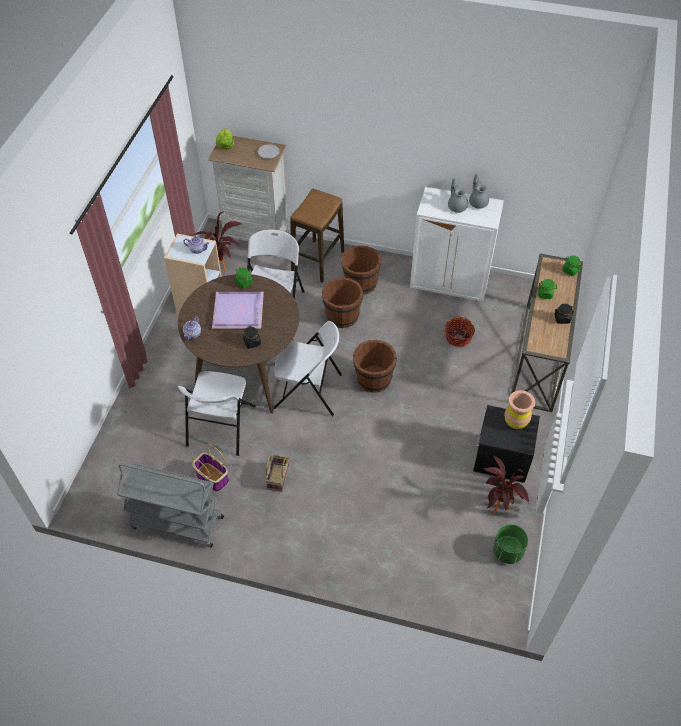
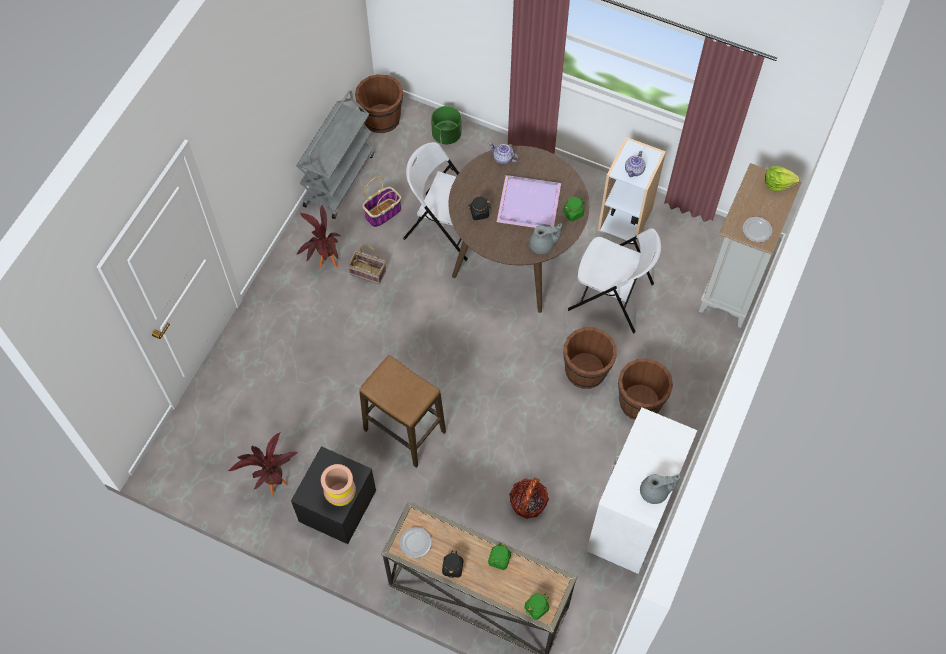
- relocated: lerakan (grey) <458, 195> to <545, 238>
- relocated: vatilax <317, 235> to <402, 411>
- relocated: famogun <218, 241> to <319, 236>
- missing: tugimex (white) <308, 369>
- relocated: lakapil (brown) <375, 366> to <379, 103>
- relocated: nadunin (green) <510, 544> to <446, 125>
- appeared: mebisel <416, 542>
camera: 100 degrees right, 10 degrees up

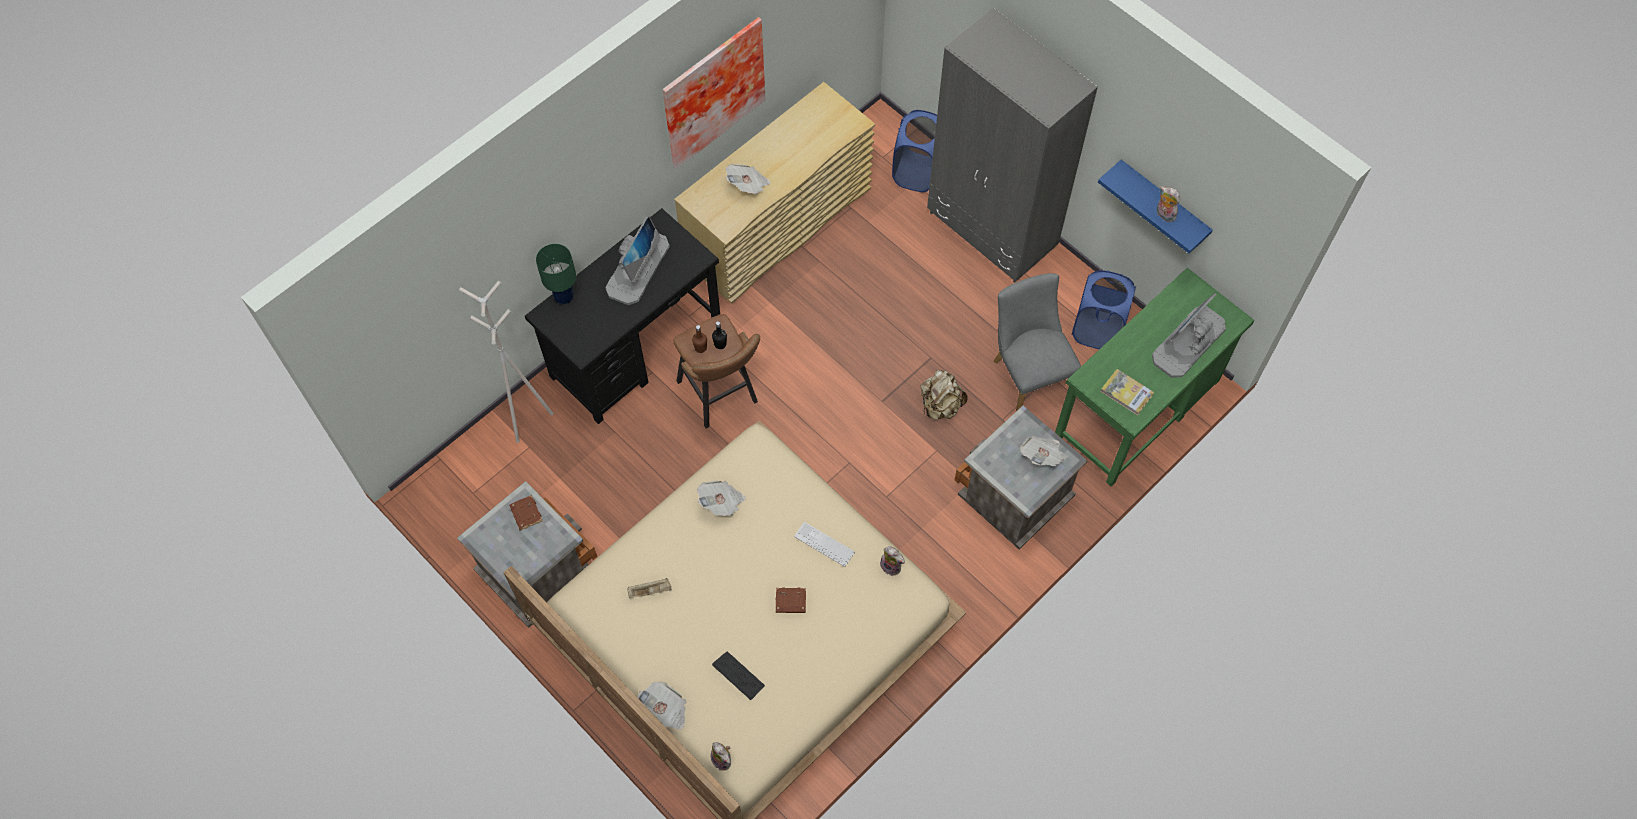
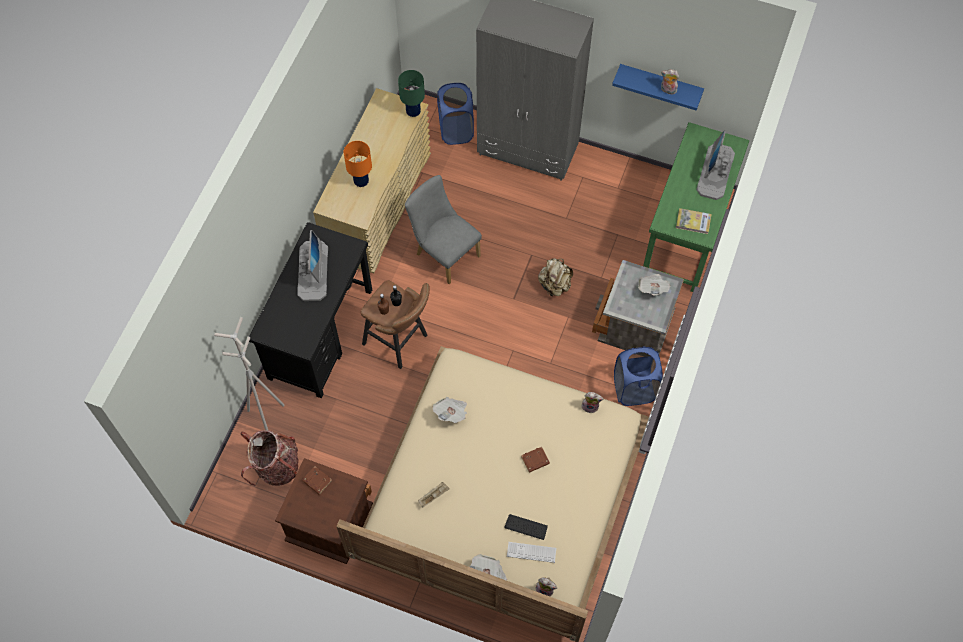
- missing: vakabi <714, 93>
- exchanged: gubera <748, 179> to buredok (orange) <358, 164>
- relocated: buredok (green) <556, 274> to <411, 93>
- relocated: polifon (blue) <1104, 309> to <638, 376>
- relocated: tugimex (grey) <1037, 342> to <443, 229>
- colour: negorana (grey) <527, 554> to negorana (brown) <324, 511>
- relocated: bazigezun <824, 544> to <531, 552>
- appeared: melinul <269, 458>
camera: 25 degrees left, 0 degrees up

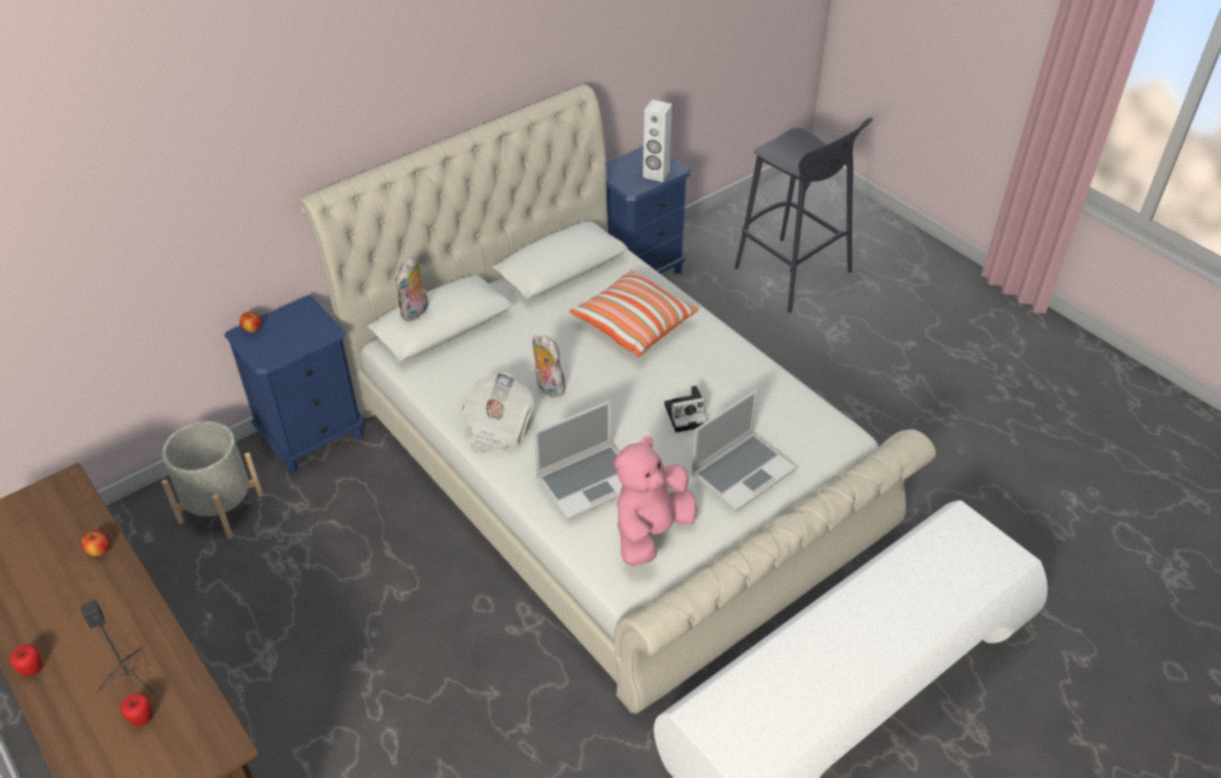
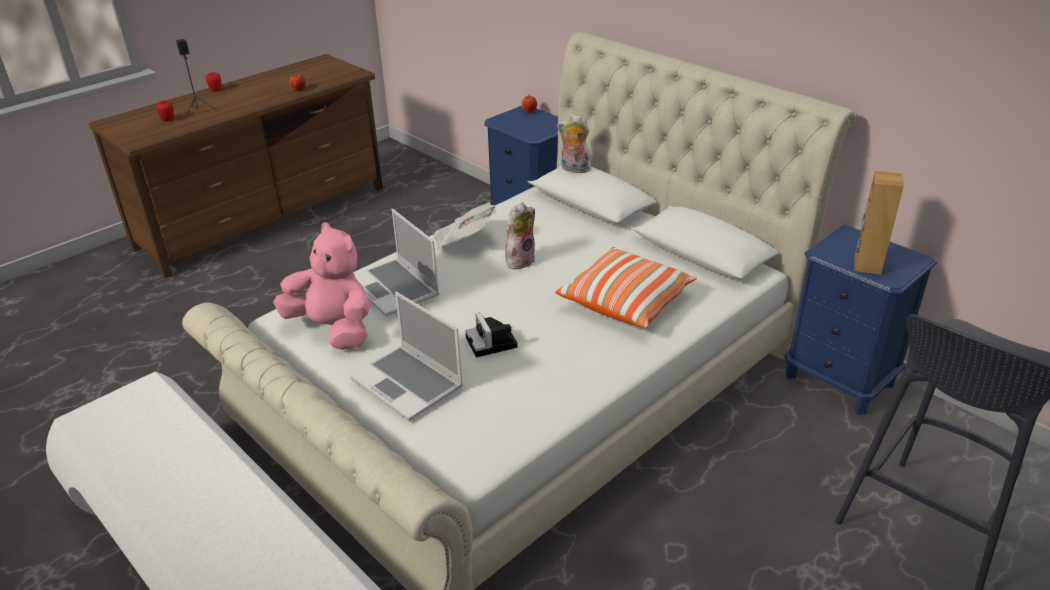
- colour: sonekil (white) <657, 140> to sonekil (brown) <879, 223>
- missing: nadunin (grey) <212, 480>
camera: 85 degrees right, 10 degrees down

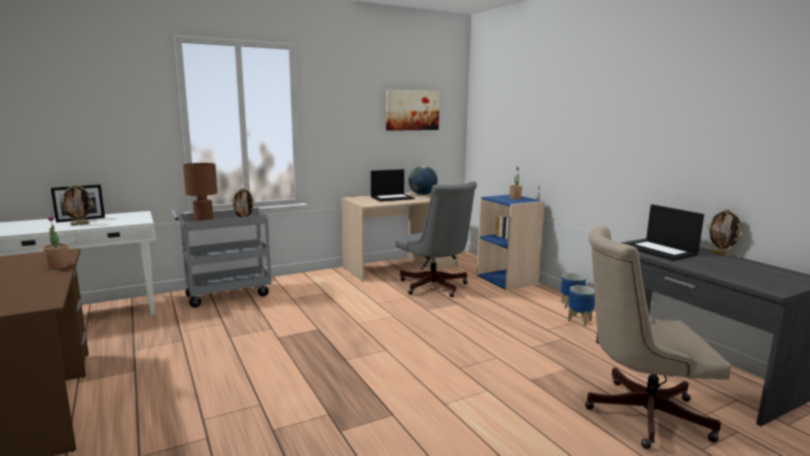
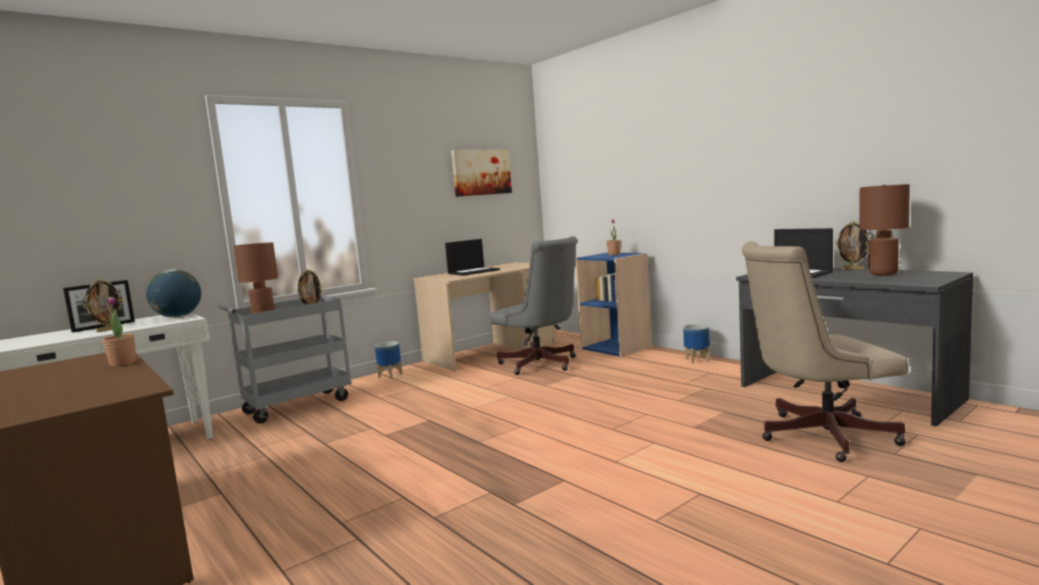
- relocated: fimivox <423, 180> to <173, 293>
- relocated: nadunin <581, 305> to <389, 360>
- appeared: buredok (brown) <884, 230>
camera: 10 degrees left, 5 degrees down

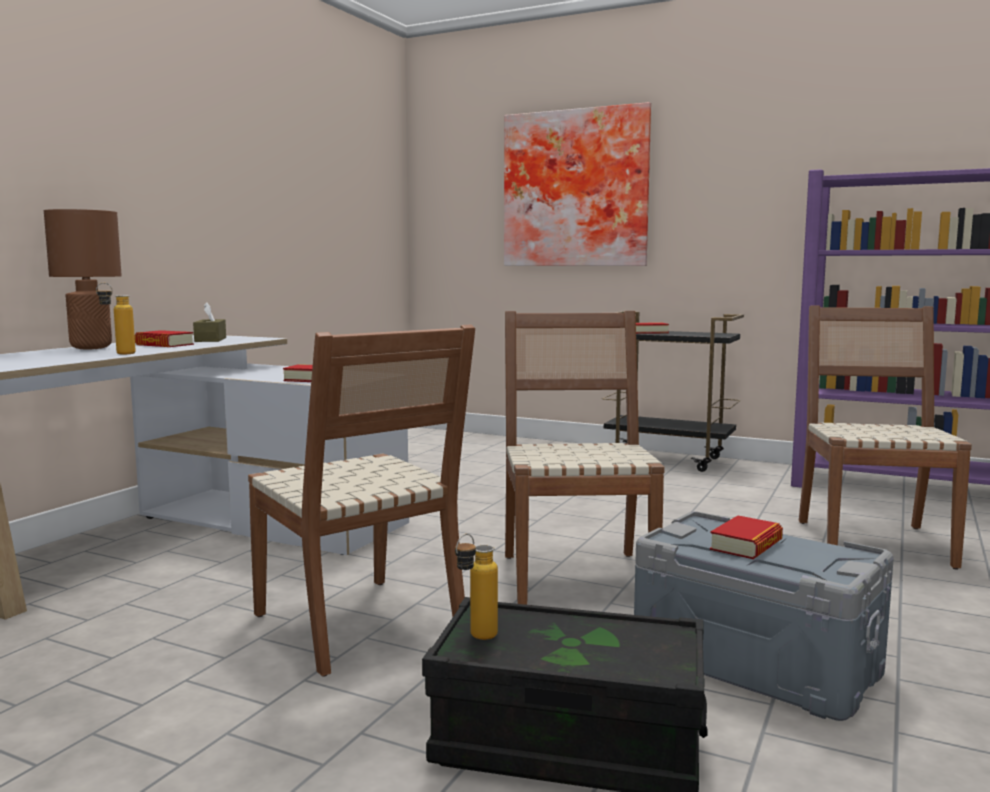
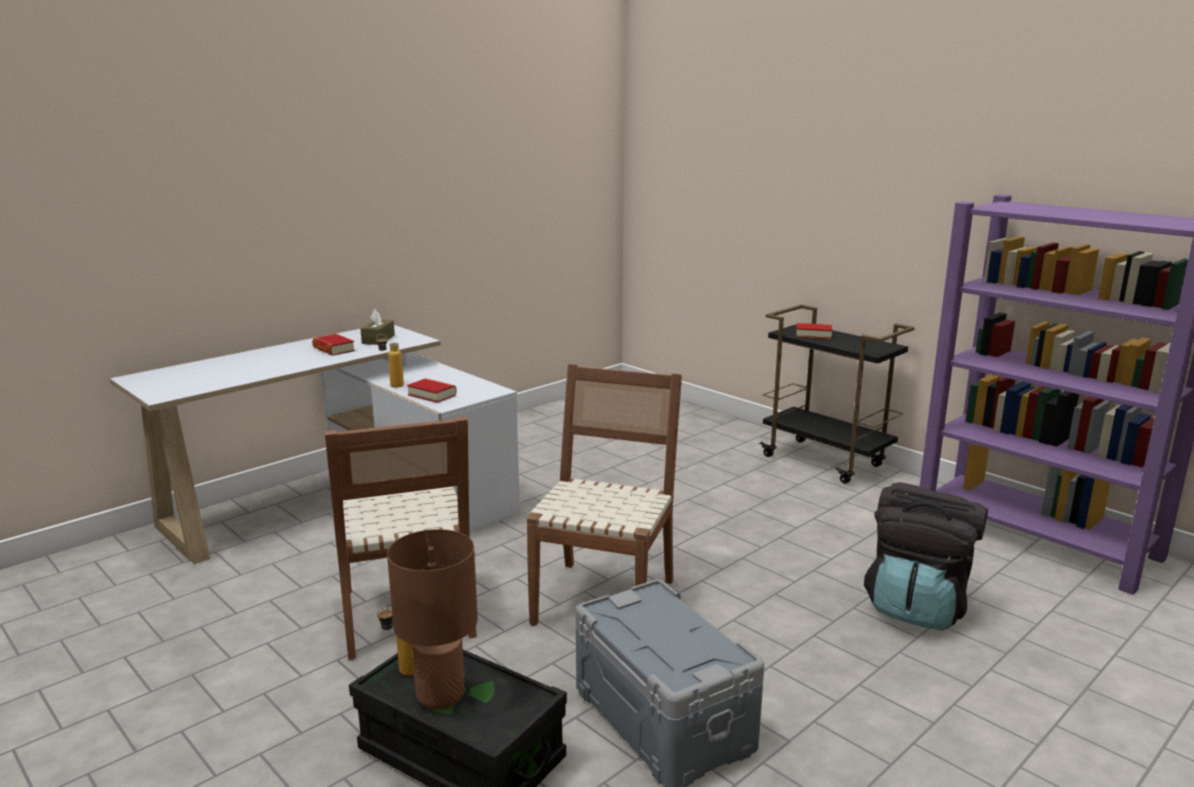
- missing: vakabi <577, 184>
- relocated: buredok (brown) <83, 279> to <432, 619>
- relocated: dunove <116, 319> to <390, 361>
- exchanged: tugimex <885, 438> to melinul (black) <926, 556>
- missing: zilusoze <746, 537>
camera: 20 degrees right, 10 degrees up

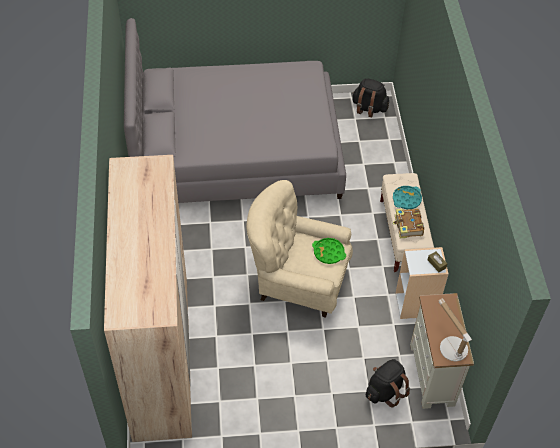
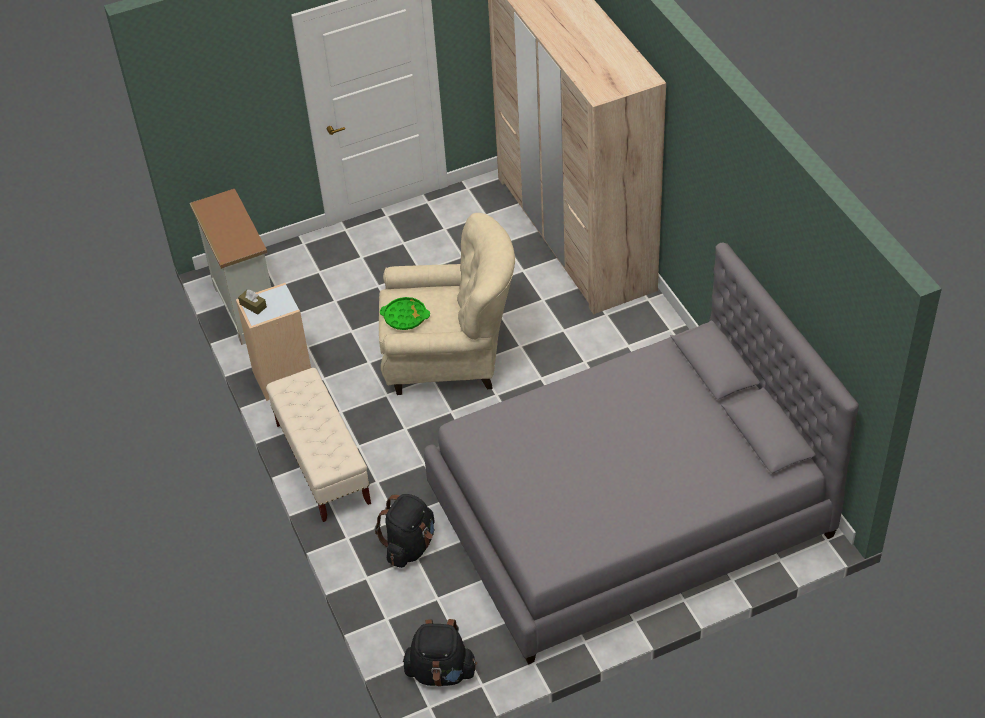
- missing: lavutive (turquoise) <407, 197>
- missing: zilusoze <408, 223>
- missing: buredok <455, 329>
- relocated: melinul (black) <388, 383> to <405, 531>
camera: 165 degrees right, 5 degrees down

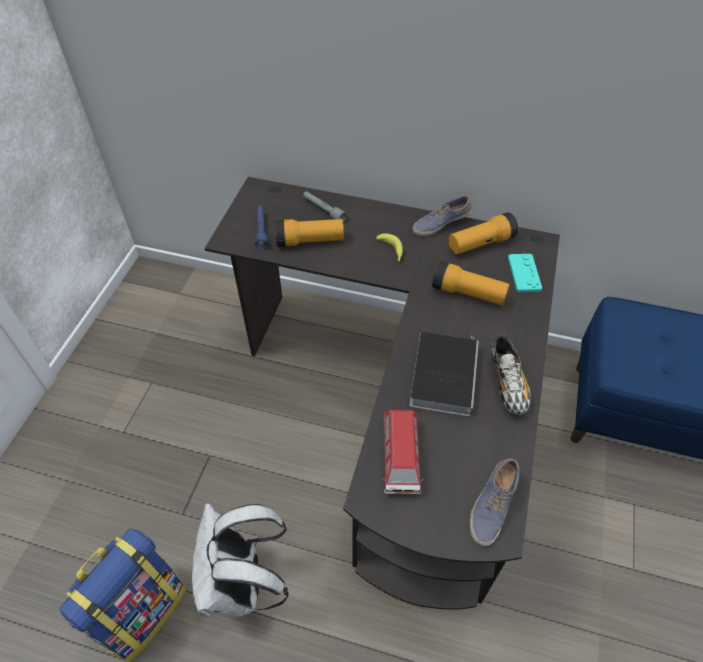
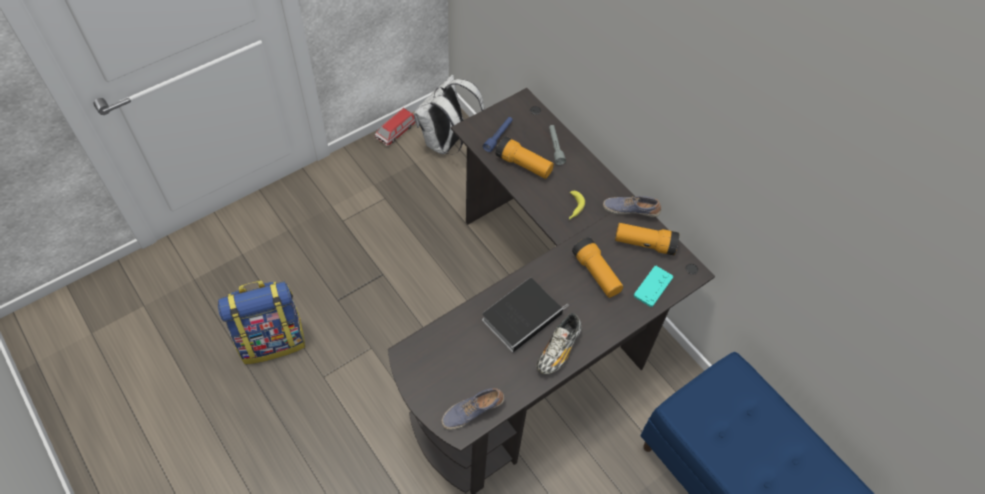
- relocated: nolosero <403, 452> to <395, 127>
- relocated: melinul (white) <240, 560> to <449, 114>
camera: 35 degrees right, 5 degrees up

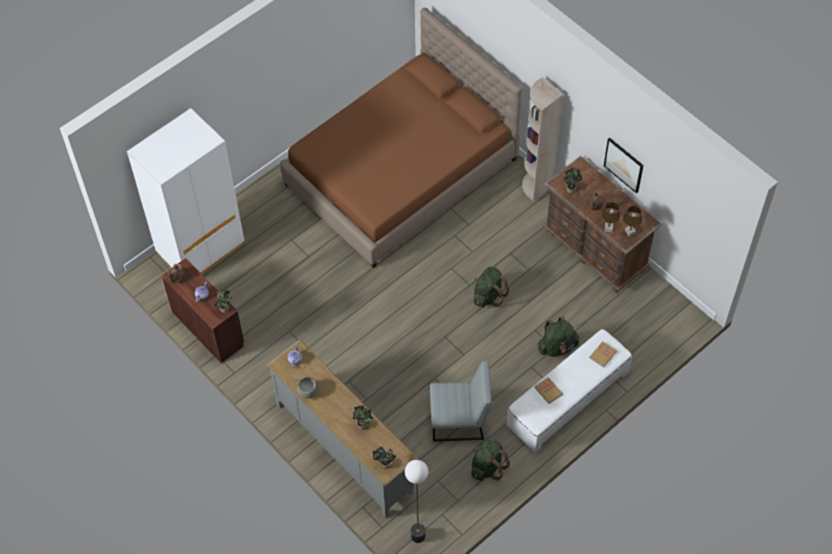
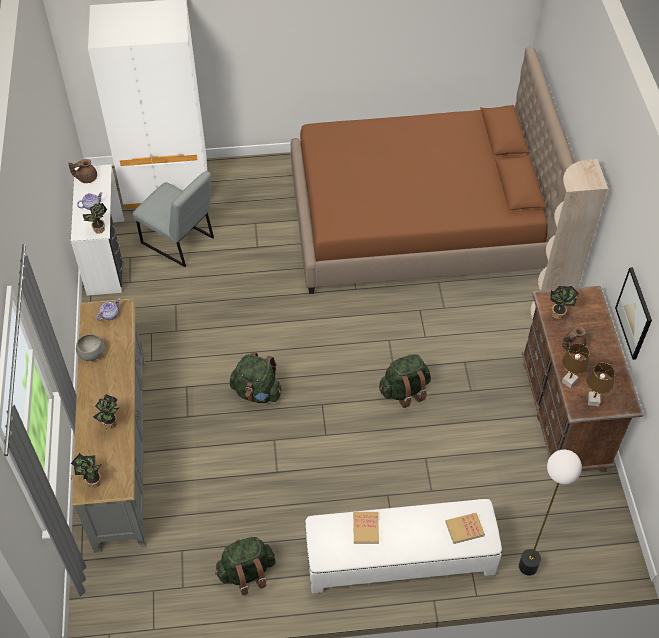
- colour: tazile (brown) <202, 311> to tazile (white) <97, 230>
- relocated: melinul (green) <558, 337> to <256, 377>
- relocated: tugimex (grey) <461, 401> to <173, 219>
- relocated: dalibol <416, 501> to <550, 513>
camera: 35 degrees right, 5 degrees down

